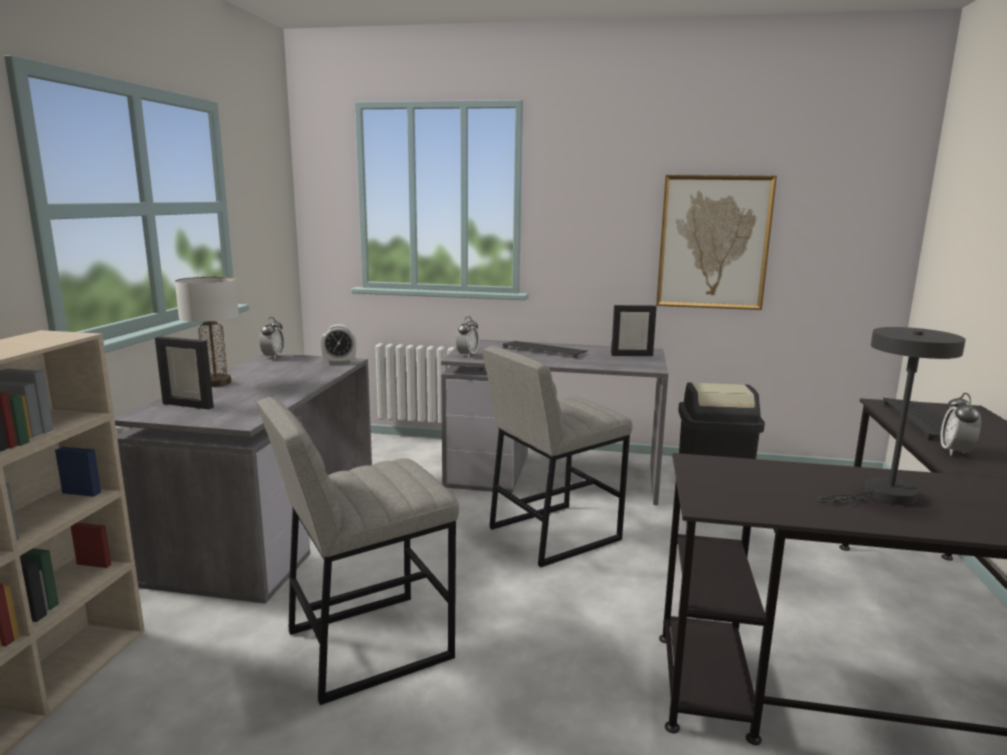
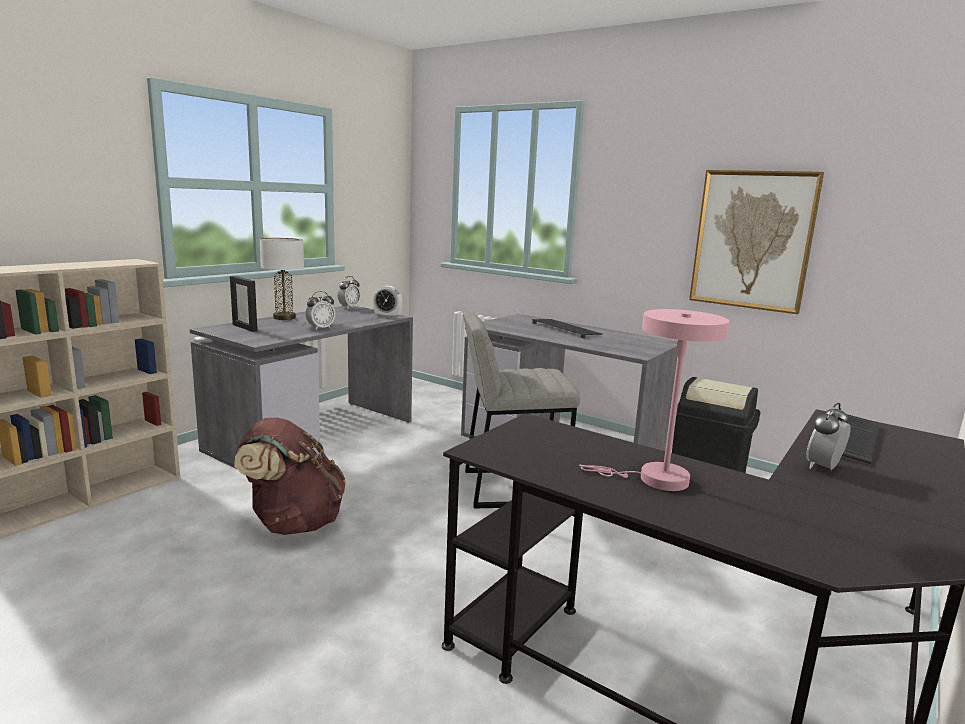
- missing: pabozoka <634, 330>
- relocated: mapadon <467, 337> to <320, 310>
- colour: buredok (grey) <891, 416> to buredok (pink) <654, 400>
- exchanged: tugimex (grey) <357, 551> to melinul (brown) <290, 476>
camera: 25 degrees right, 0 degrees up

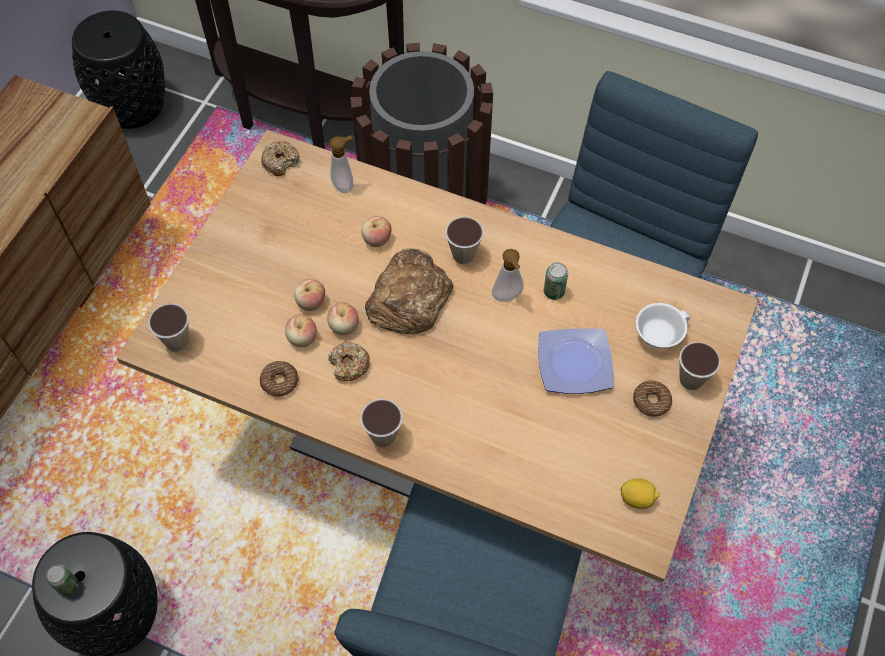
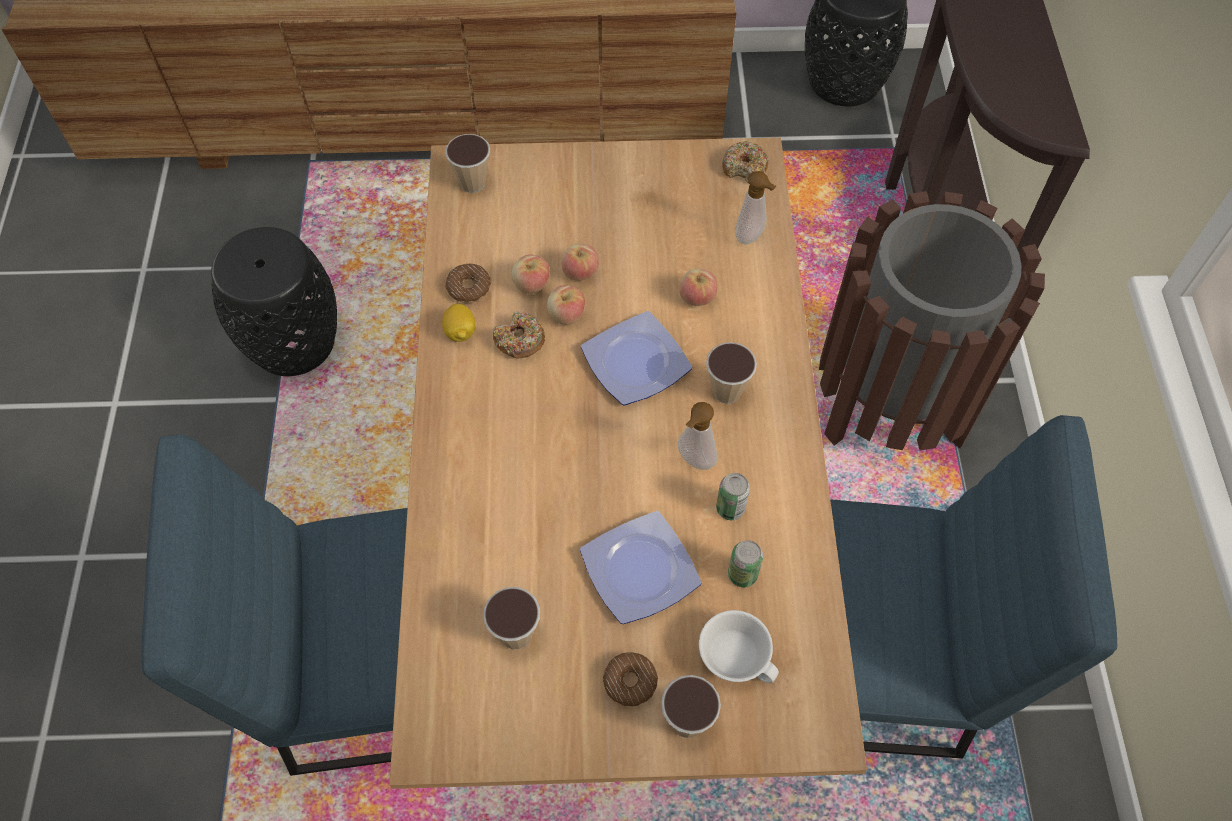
- exchanged: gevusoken <409, 291> to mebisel <636, 358>
- relocated: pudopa <382, 423> to <511, 618>
- relocated: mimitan <640, 494> to <458, 322>
- relocated: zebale <62, 580> to <745, 564>
camera: 65 degrees right, 0 degrees up

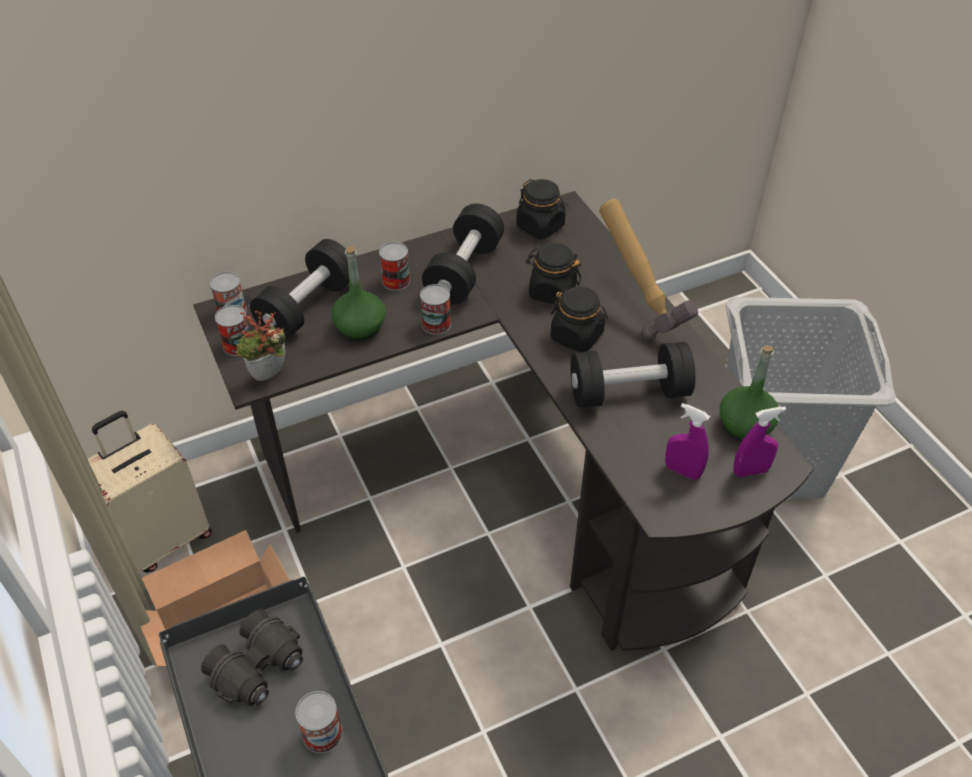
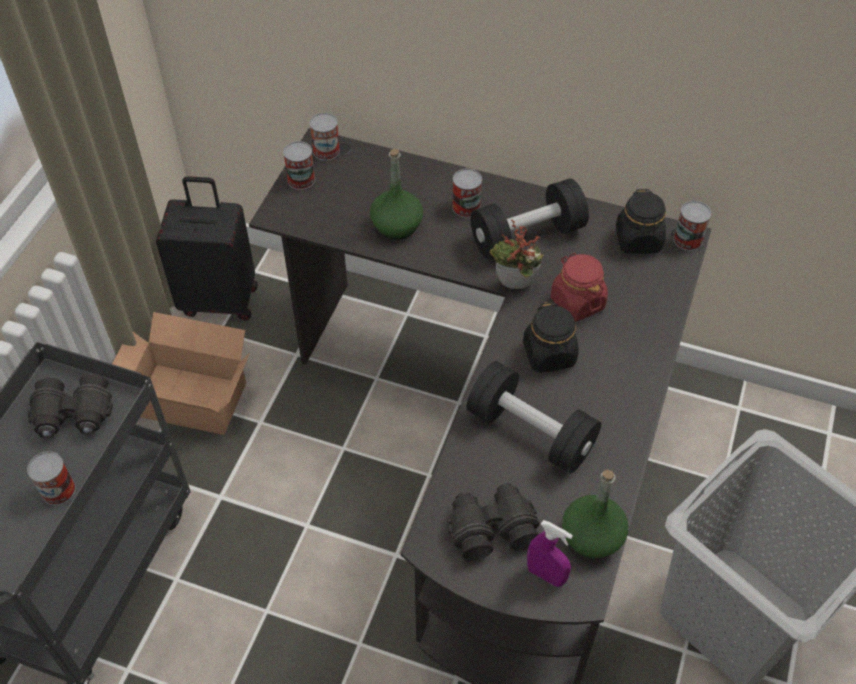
- missing: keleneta <648, 269>
- missing: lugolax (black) <299, 289>
- colour: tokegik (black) <553, 273> to tokegik (red) <579, 287>
- relocated: zebale <435, 309> to <692, 226>
- relocated: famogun <260, 345> to <517, 254>
- exchanged: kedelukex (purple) <687, 441> to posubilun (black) <493, 522>
- colour: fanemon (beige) <150, 492> to fanemon (black) <207, 248>
camera: 45 degrees right, 5 degrees up

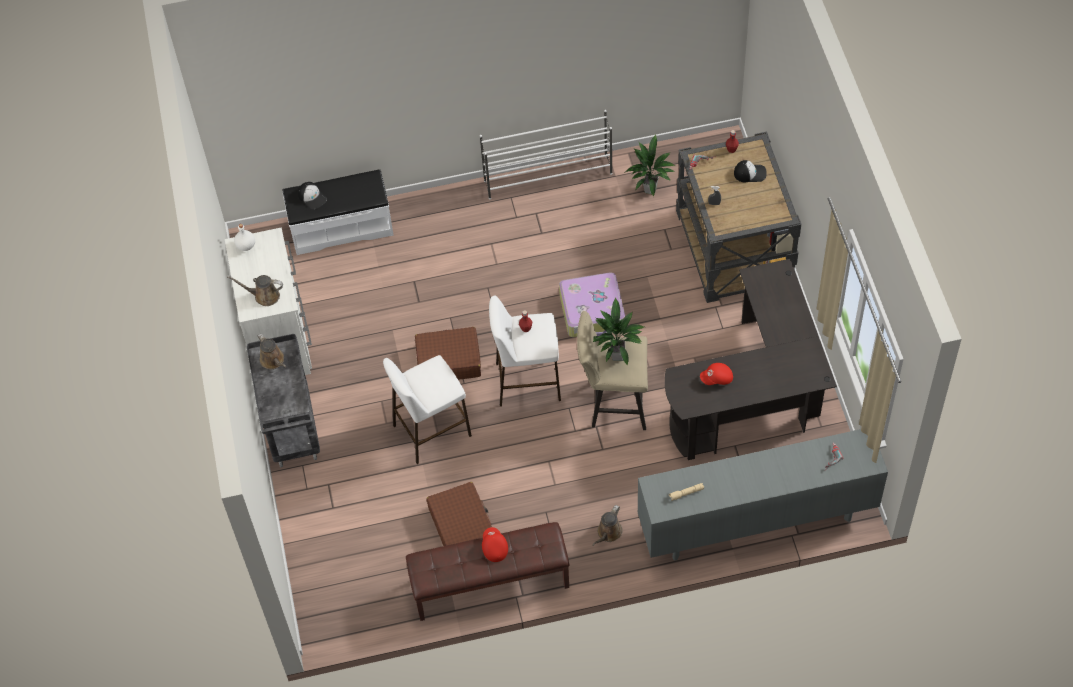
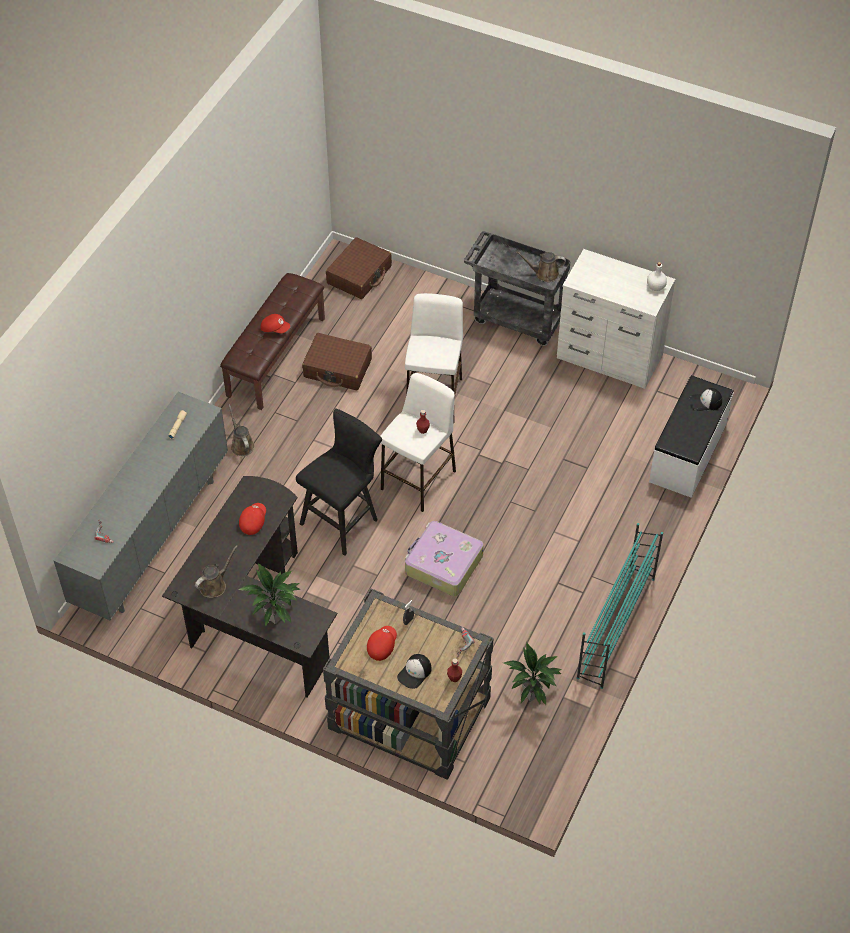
- colour: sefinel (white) <546, 154> to sefinel (turquoise) <620, 606>
- relocated: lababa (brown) <255, 290> to <216, 571>
- relocated: famogun <618, 331> to <269, 595>
- colour: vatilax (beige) <612, 370> to vatilax (black) <339, 482>
- relocated: fanemon (brown) <448, 353> to <359, 268>
- appeared: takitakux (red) <382, 643>
camera: 125 degrees right, 5 degrees down

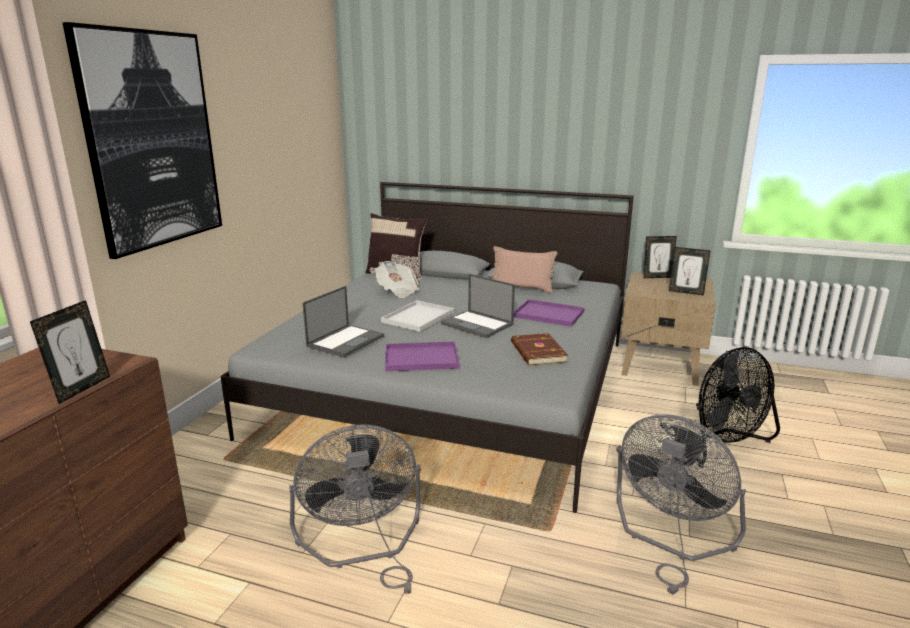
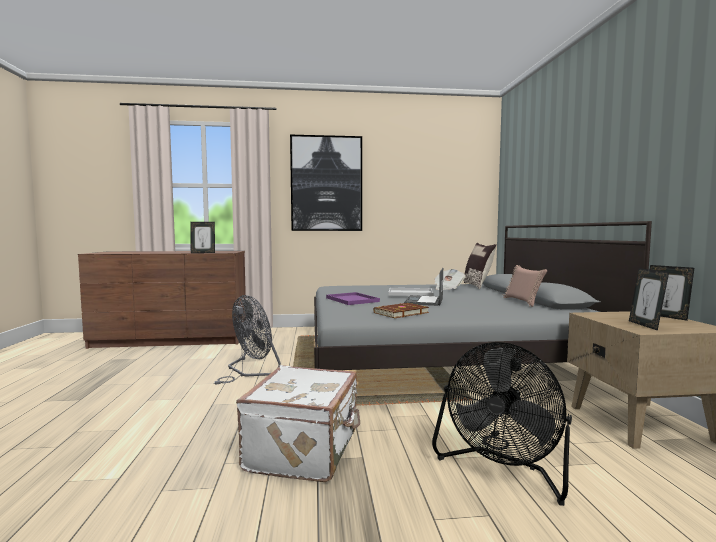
- missing: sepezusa <343, 321>
- missing: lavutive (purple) <549, 313>
- exchanged: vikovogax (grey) <681, 504> to fanemon (white) <298, 423>
camera: 65 degrees right, 15 degrees down

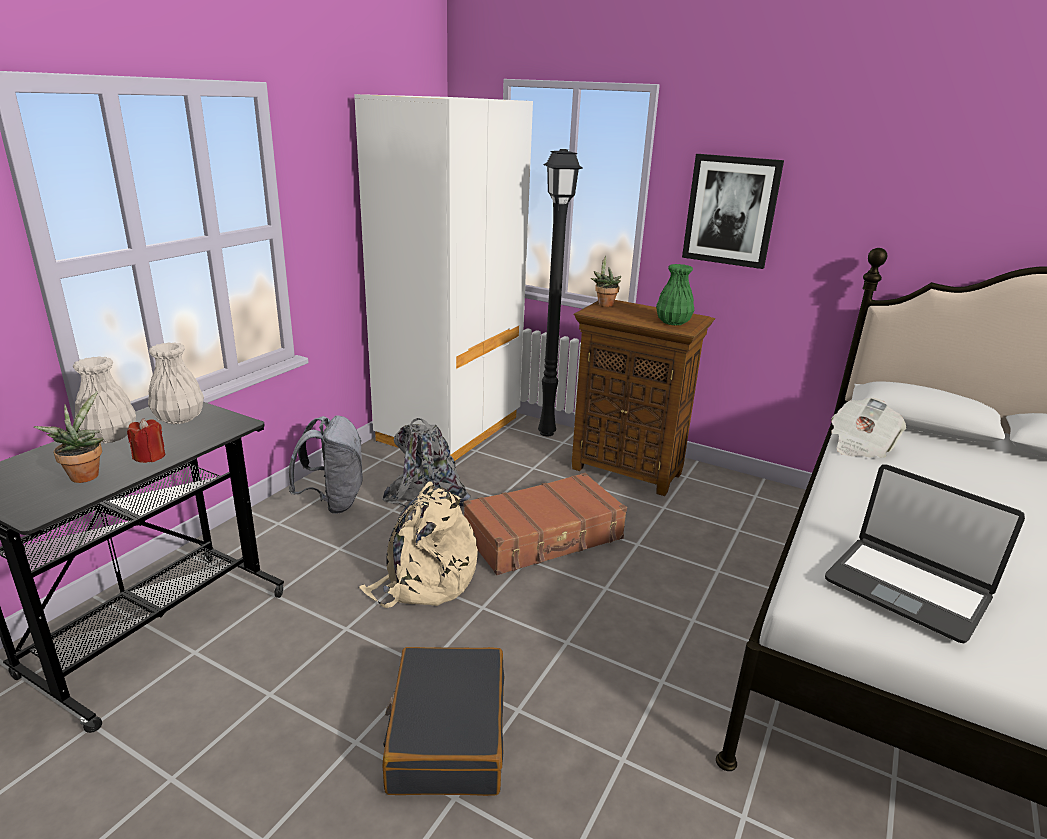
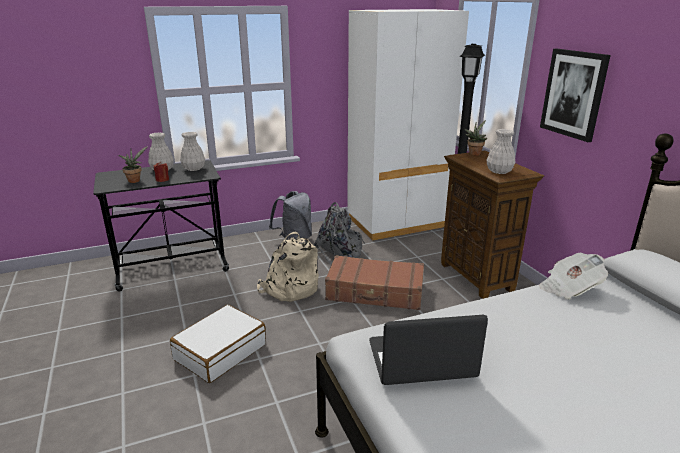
- colour: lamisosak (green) <675, 294> to lamisosak (white) <500, 151>
- spun: sepezusa <925, 553> = <428, 350> 90 degrees clockwise
- colour: fanemon (black) <443, 721> to fanemon (white) <218, 344>
camera: 40 degrees right, 0 degrees up

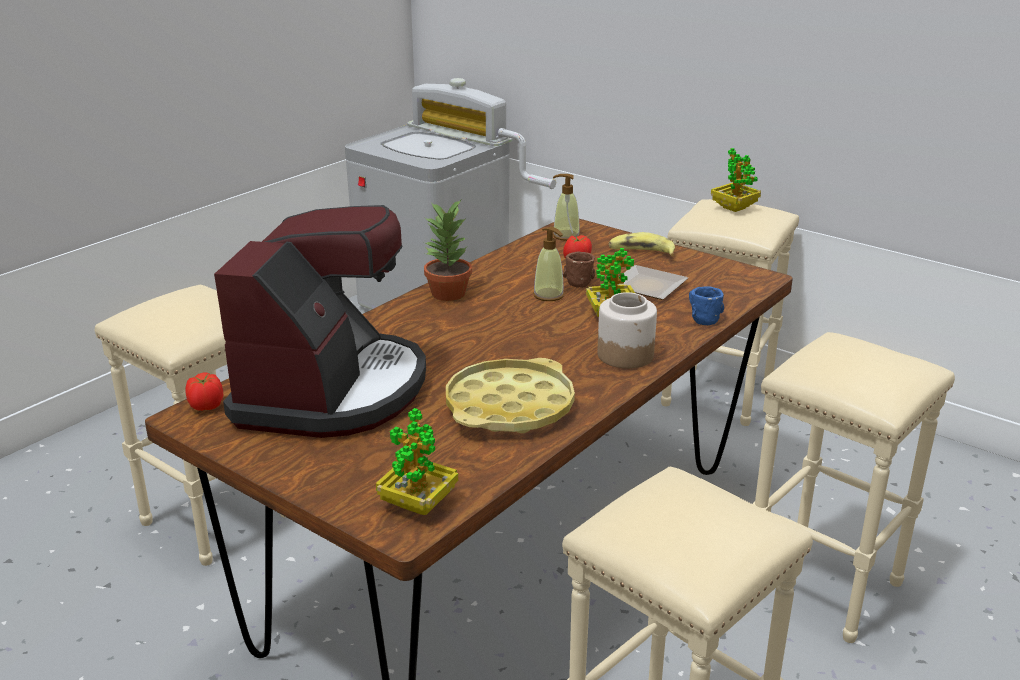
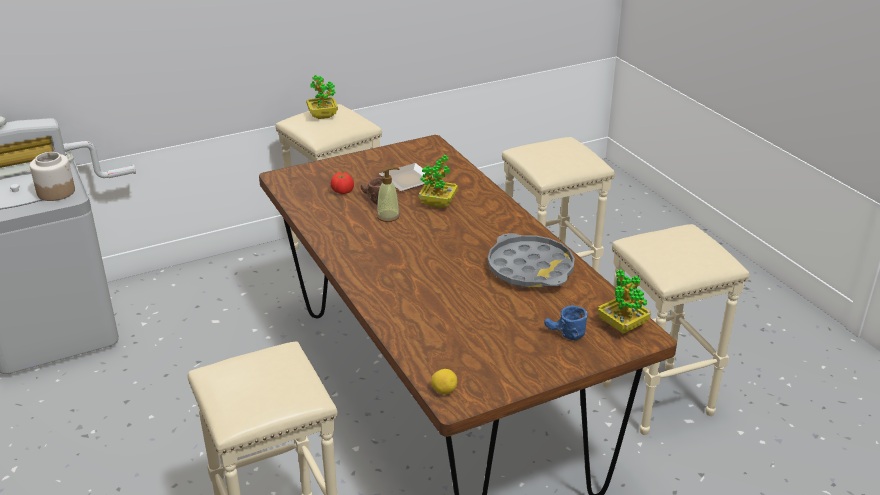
- missing: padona <566, 207>
- missing: famogun <448, 250>
- missing: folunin <320, 321>
- missing: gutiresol <642, 244>
- relocated: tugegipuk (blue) <706, 305> to <566, 322>
- relocated: tokegik <627, 330> to <52, 176>
- colour: lavutive (yellow) <510, 395> to lavutive (grey) <531, 260>
- exchanged: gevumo <204, 391> to mimitan <444, 381>
camera: 65 degrees left, 5 degrees up

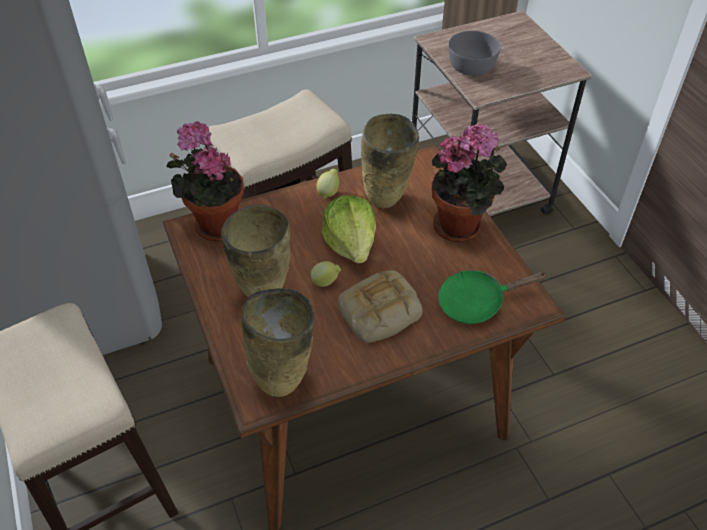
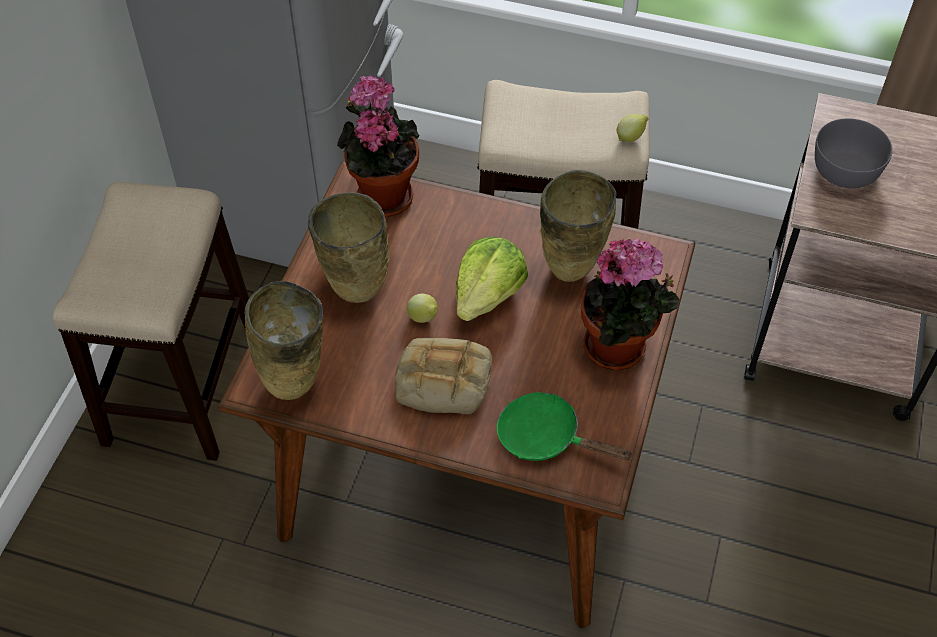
- relocated: mimitan <327, 184> to <633, 128>
camera: 40 degrees right, 5 degrees up

